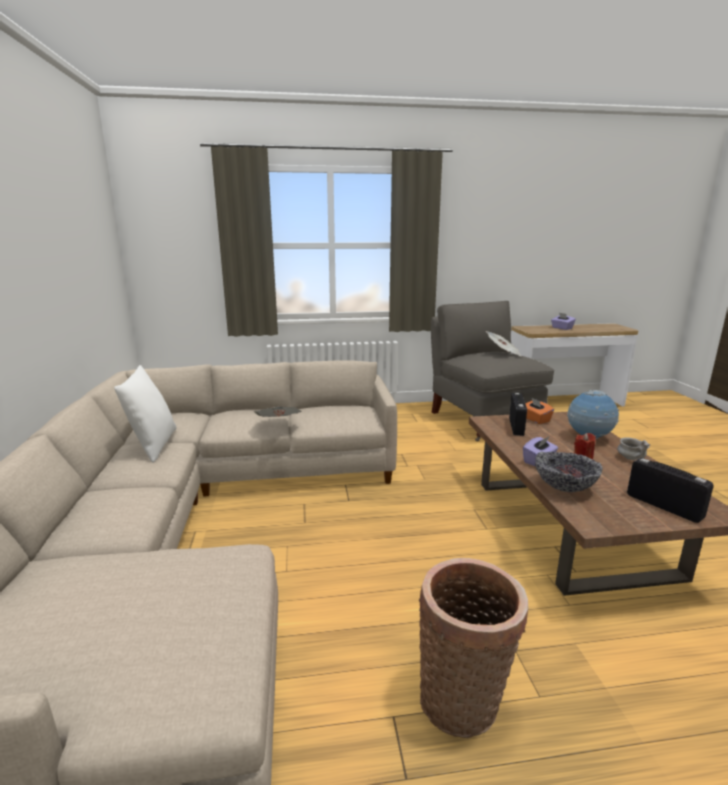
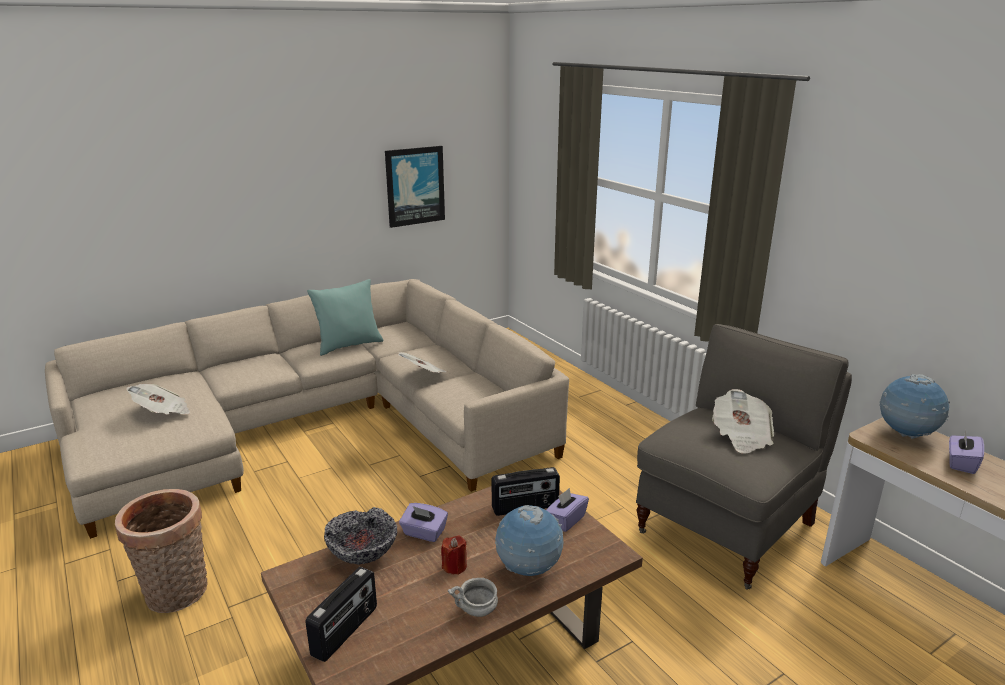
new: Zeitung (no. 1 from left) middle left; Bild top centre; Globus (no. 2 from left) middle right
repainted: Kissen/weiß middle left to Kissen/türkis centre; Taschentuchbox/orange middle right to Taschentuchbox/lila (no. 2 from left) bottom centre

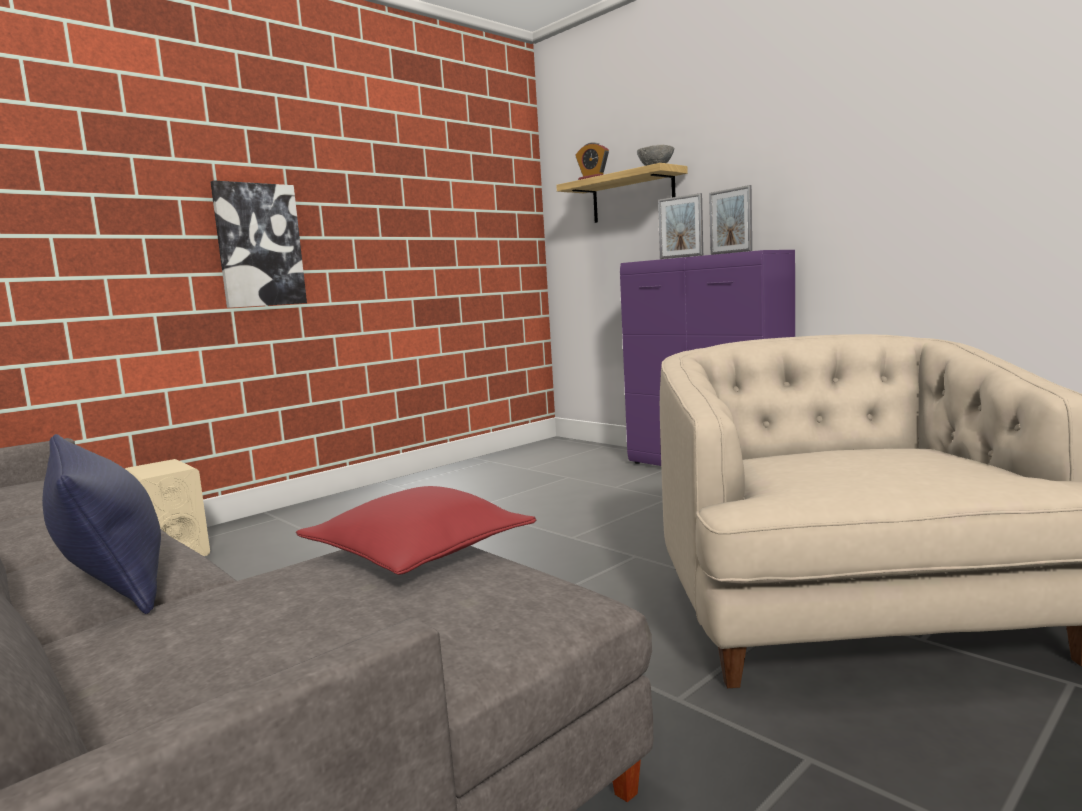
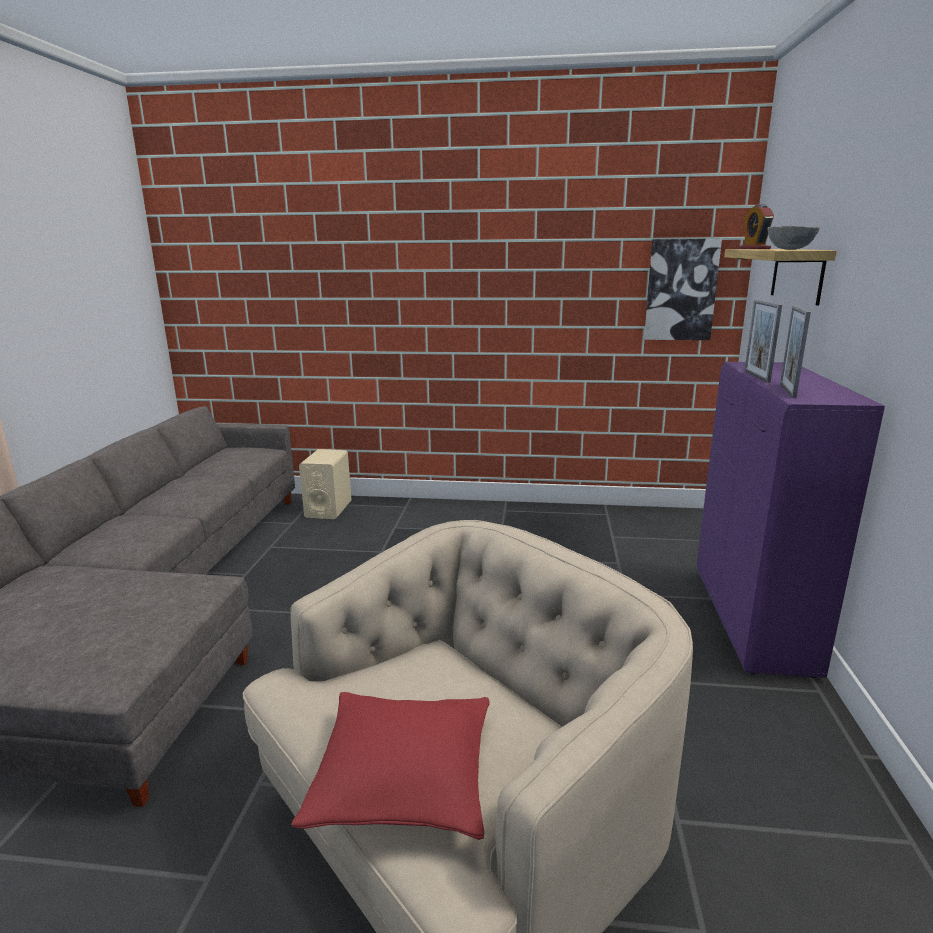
gone: Kissen/blau middle left
shifted: Kissen/rot centre to bottom centre; Bild top left to top right

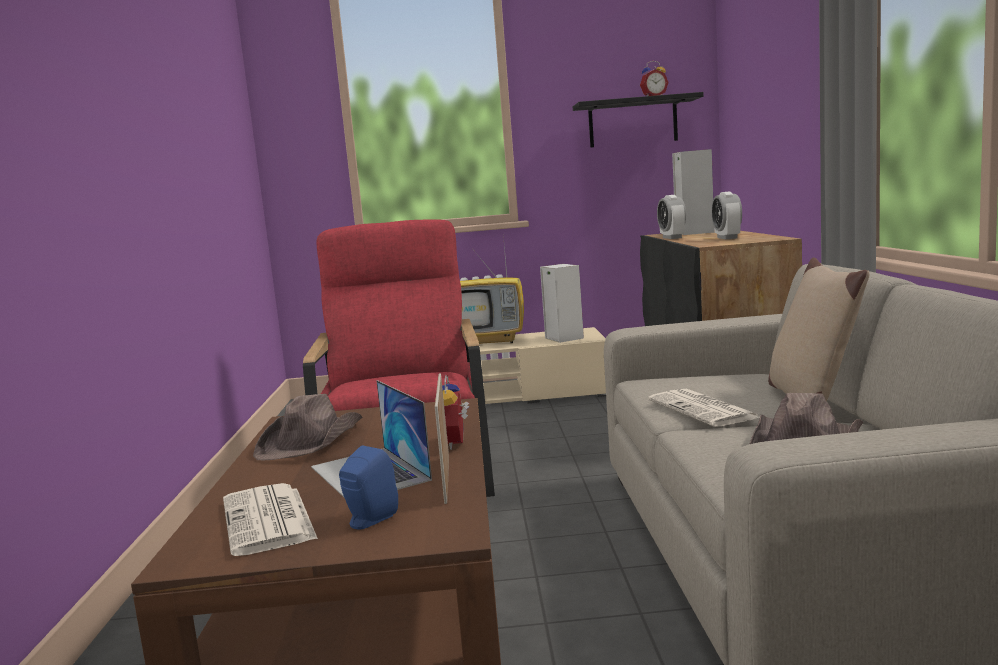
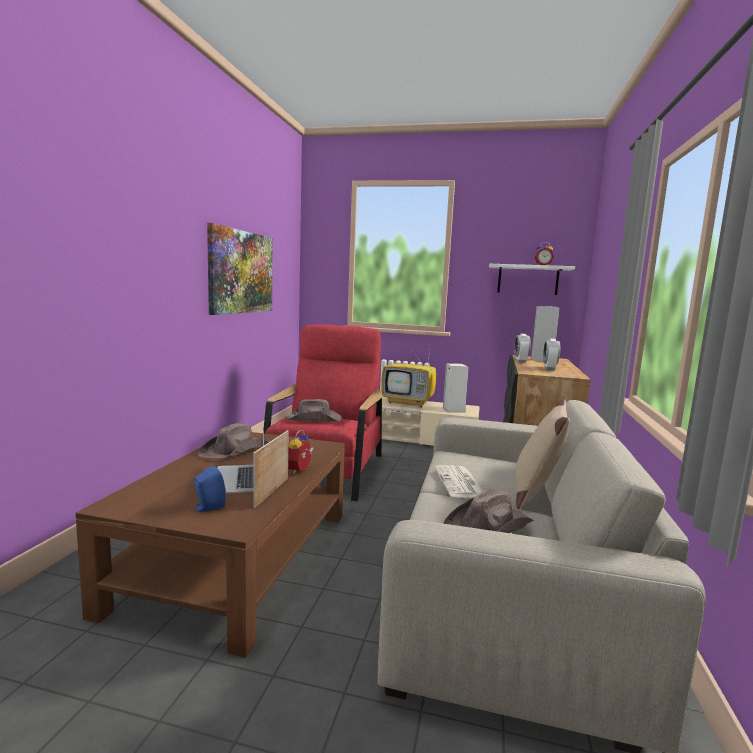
gone: Zeitung (no. 1 from left) bottom left
new: Bild middle left; Hut/braun (no. 2 from left) centre
repainted: Wandregal/schwarz top centre to Wandregal/weiß middle right

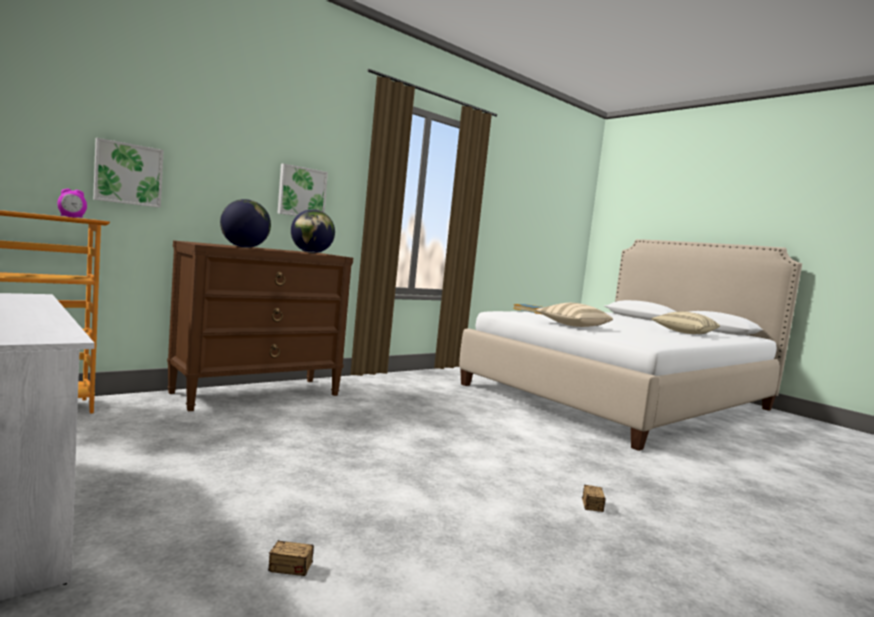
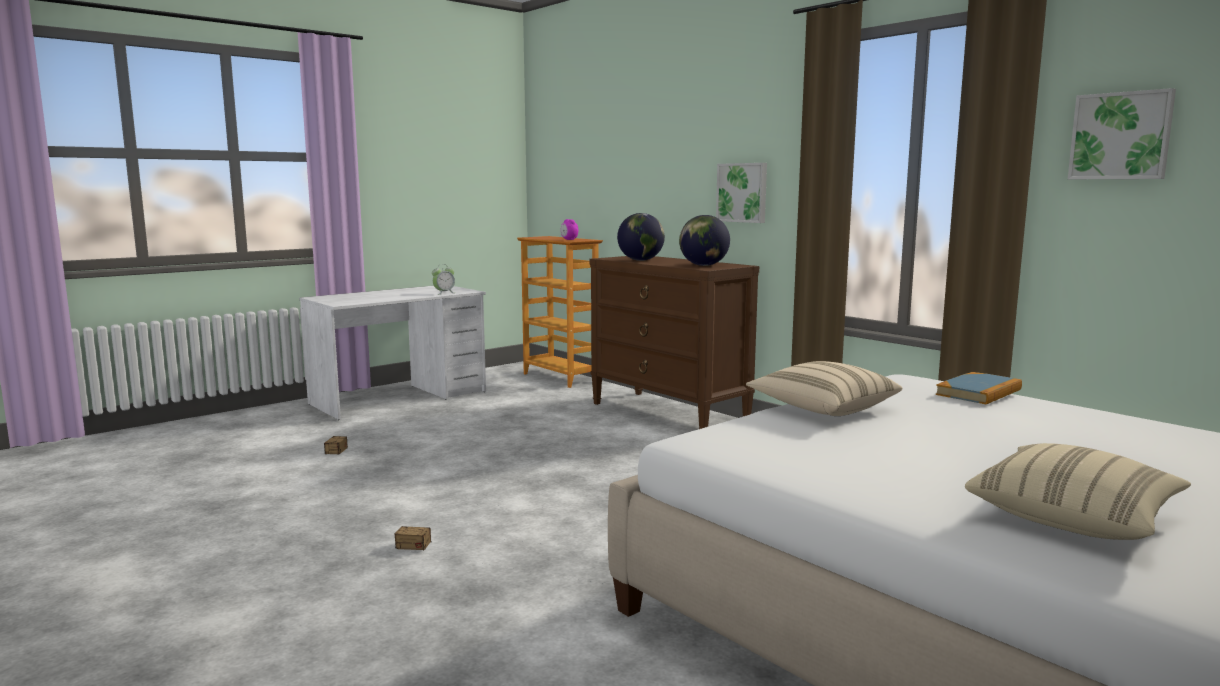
new: Wecker (no. 1 from left) centre
shifted: Bild (no. 1 from left in the first image) top left to Bild (no. 2 from left) top right

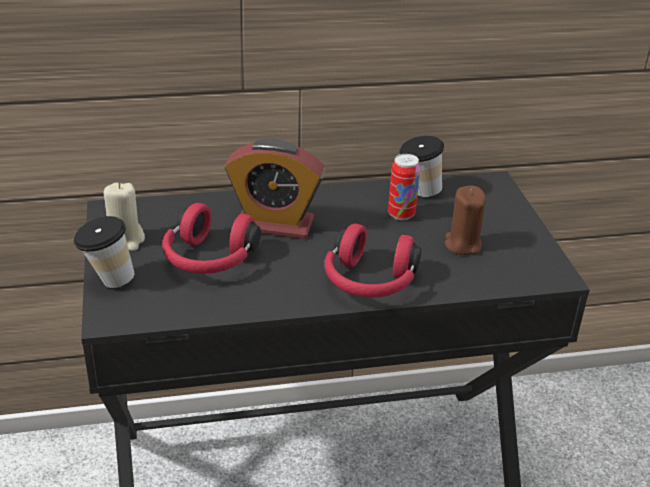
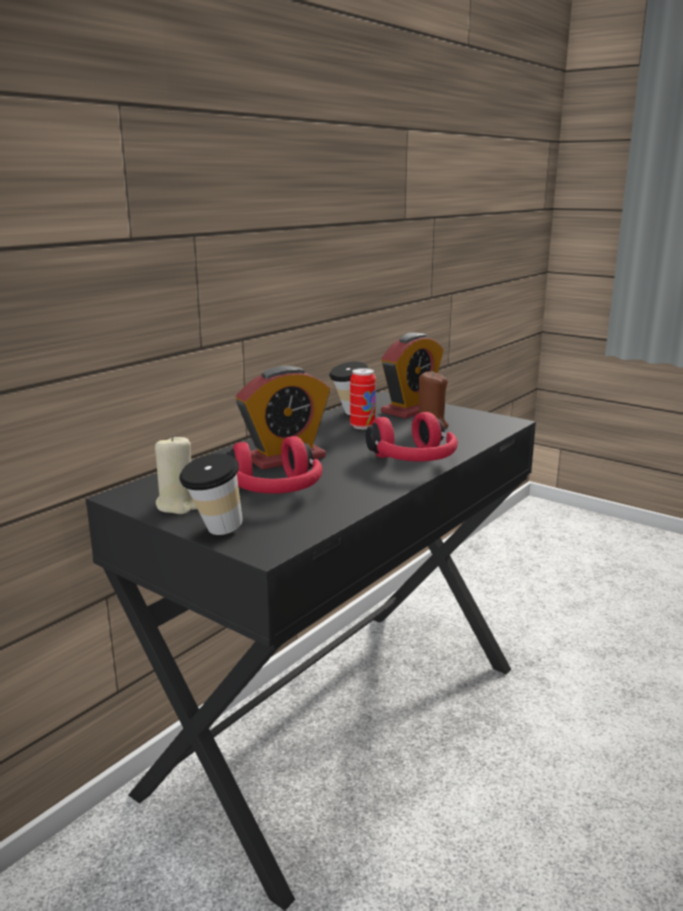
new: Wecker (no. 2 from left) centre

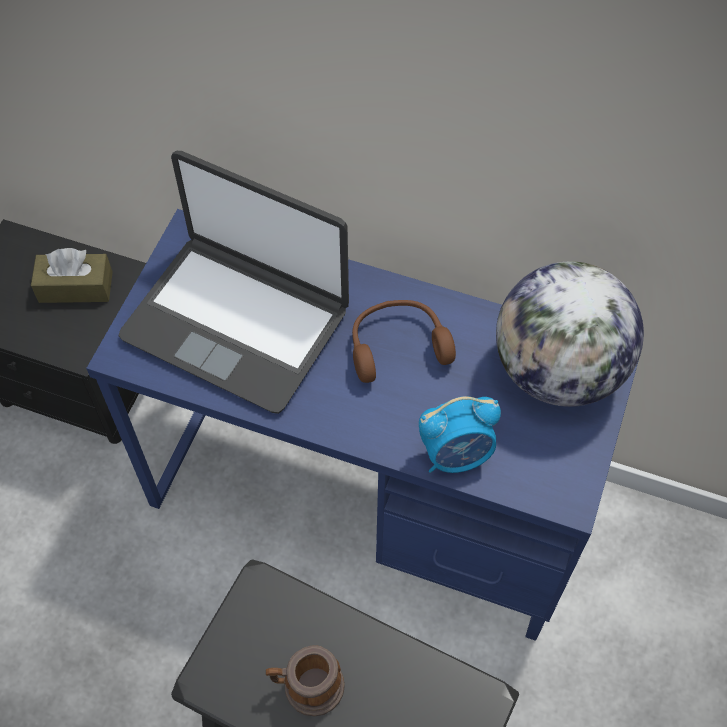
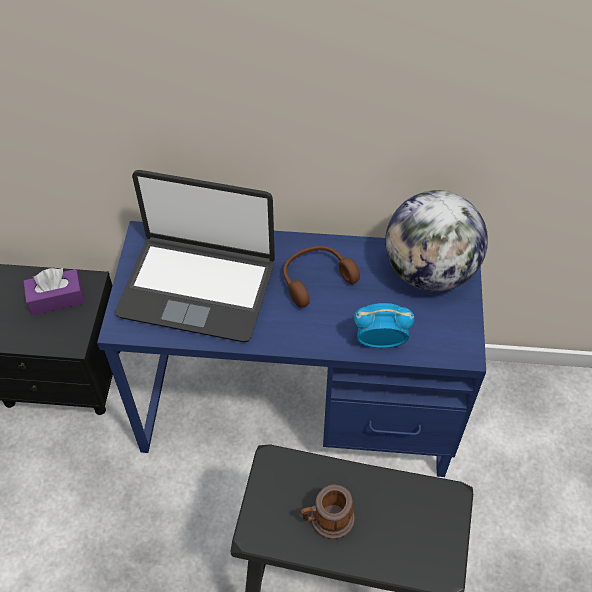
repainted: Taschentuchbox/braun middle left to Taschentuchbox/lila middle left
rotated: Wecker centre = centre 150 degrees counterclockwise

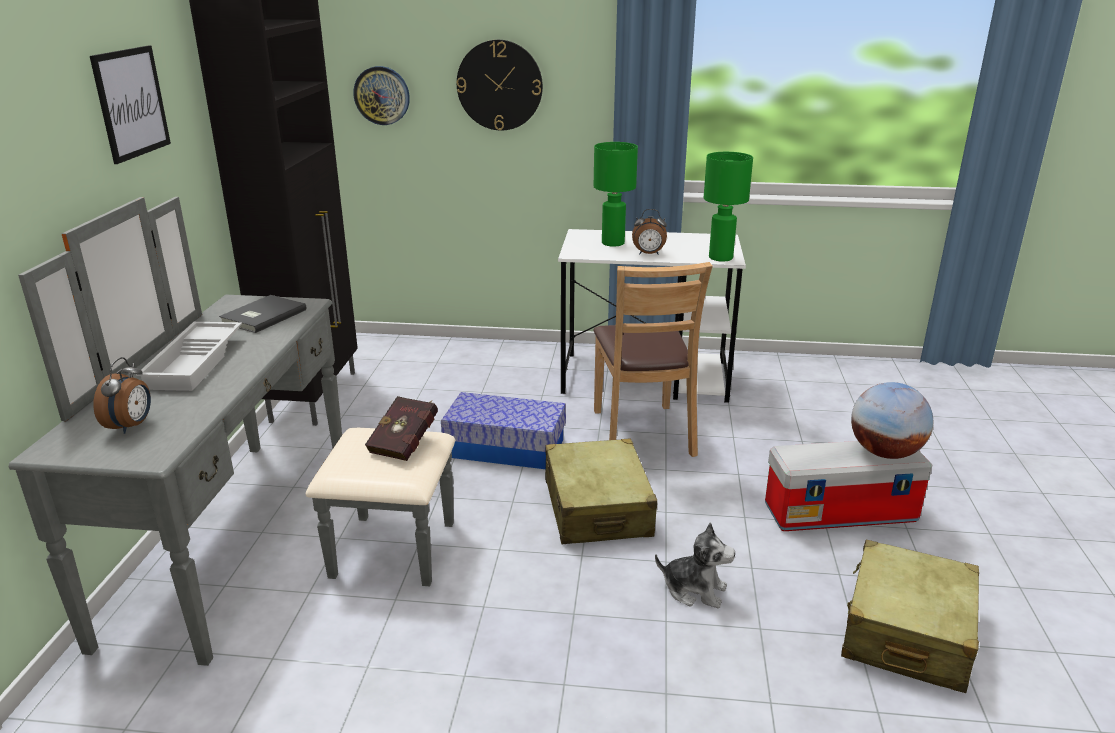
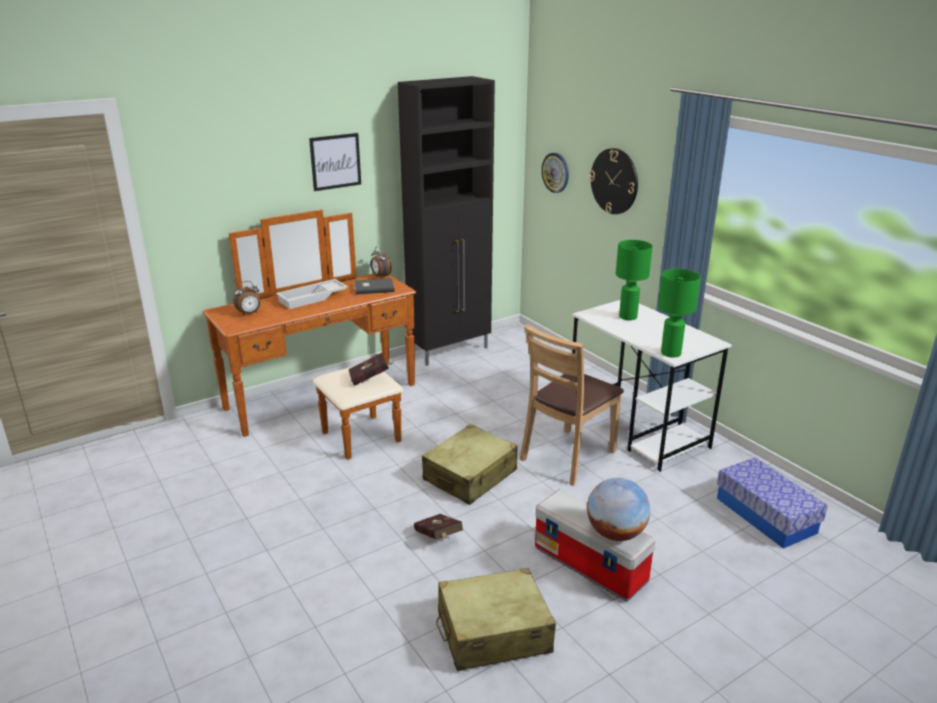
shifted: Wecker (no. 2 from left) top centre to centre; Aufbewahrungsbox (no. 1 from left in the first image) centre to Aufbewahrungsbox (no. 2 from left) bottom right
swapped: Plüschtier bottom centre to Buch/rot (no. 2 from left) bottom centre
repainted: Kommode/grau middle left to Kommode/braun middle left

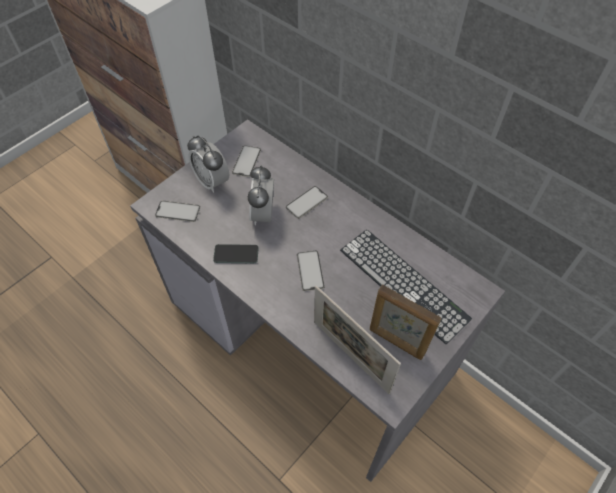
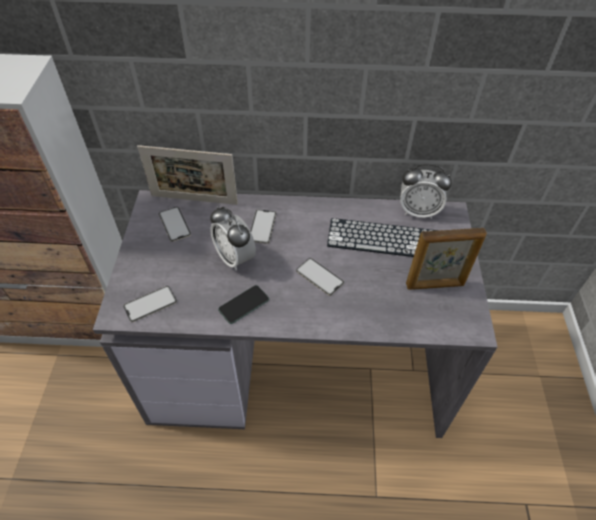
shifted: Bilderrahmen (no. 1 from left) bottom centre to middle left; Wecker (no. 1 from left in the first image) top centre to Wecker (no. 2 from left) middle right

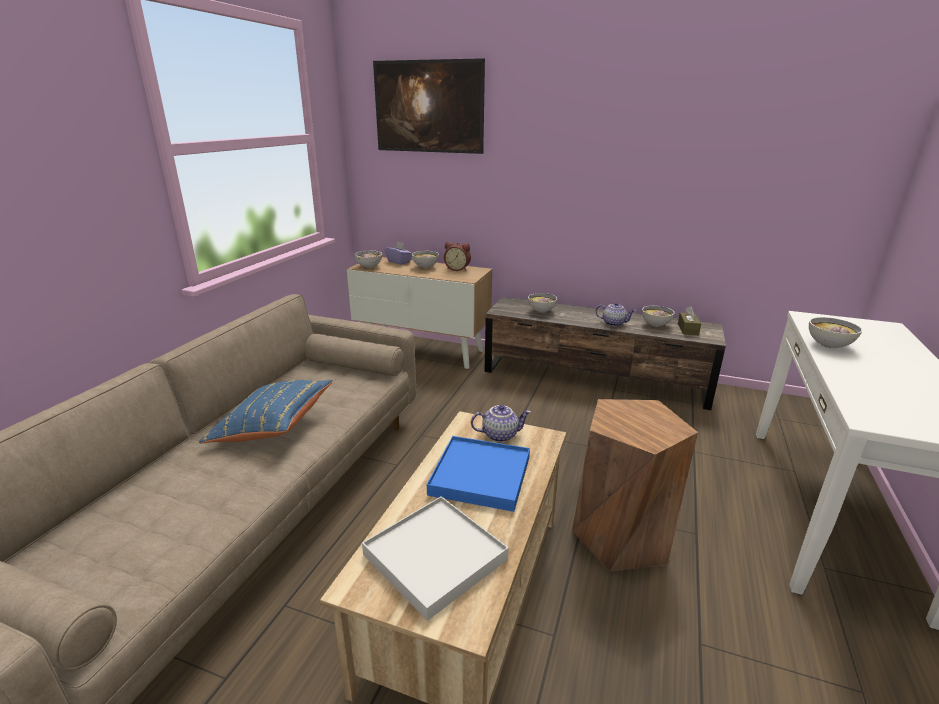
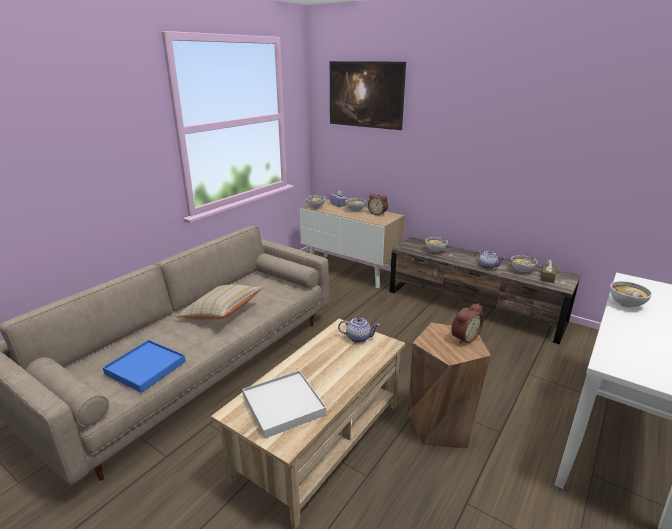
new: Wecker (no. 2 from left) middle right
shifted: Tablett/blau bottom centre to bottom left
repainted: Kissen/blau middle left to Kissen/beige middle left

